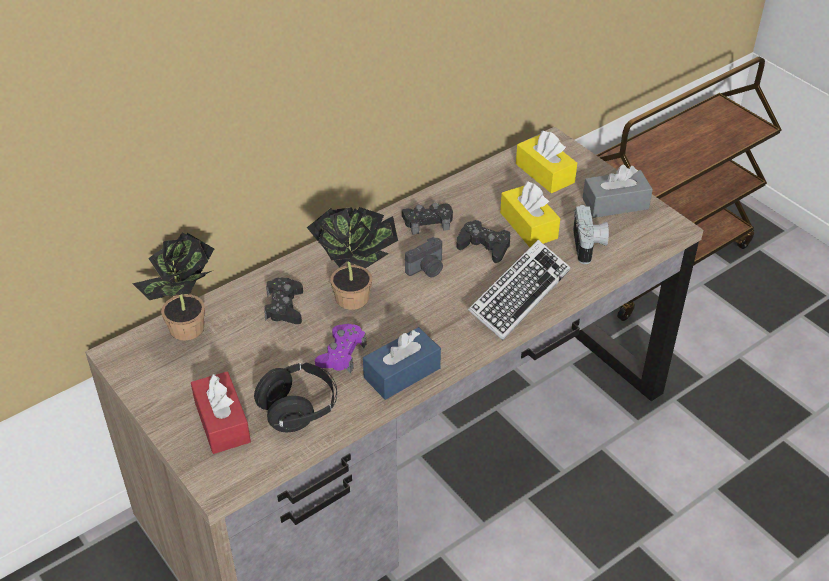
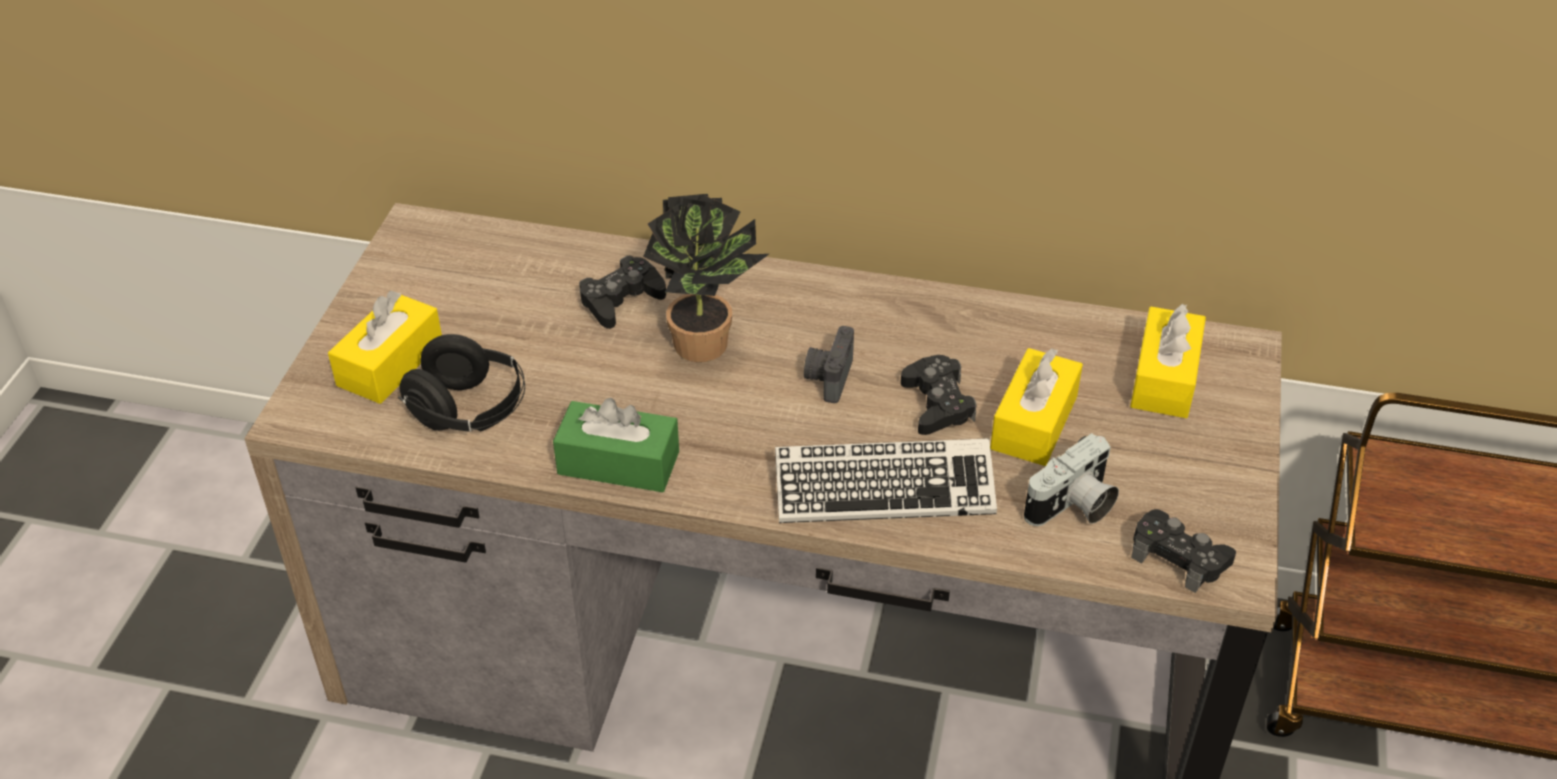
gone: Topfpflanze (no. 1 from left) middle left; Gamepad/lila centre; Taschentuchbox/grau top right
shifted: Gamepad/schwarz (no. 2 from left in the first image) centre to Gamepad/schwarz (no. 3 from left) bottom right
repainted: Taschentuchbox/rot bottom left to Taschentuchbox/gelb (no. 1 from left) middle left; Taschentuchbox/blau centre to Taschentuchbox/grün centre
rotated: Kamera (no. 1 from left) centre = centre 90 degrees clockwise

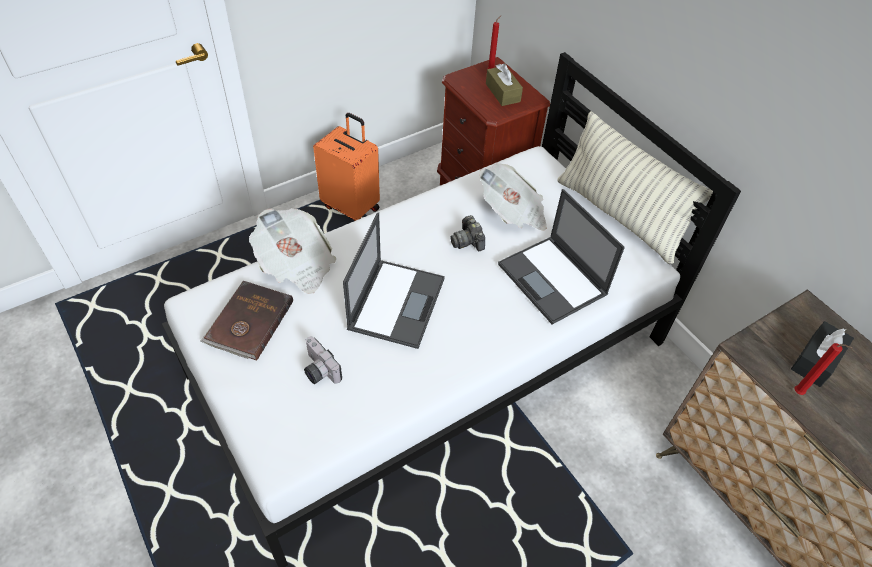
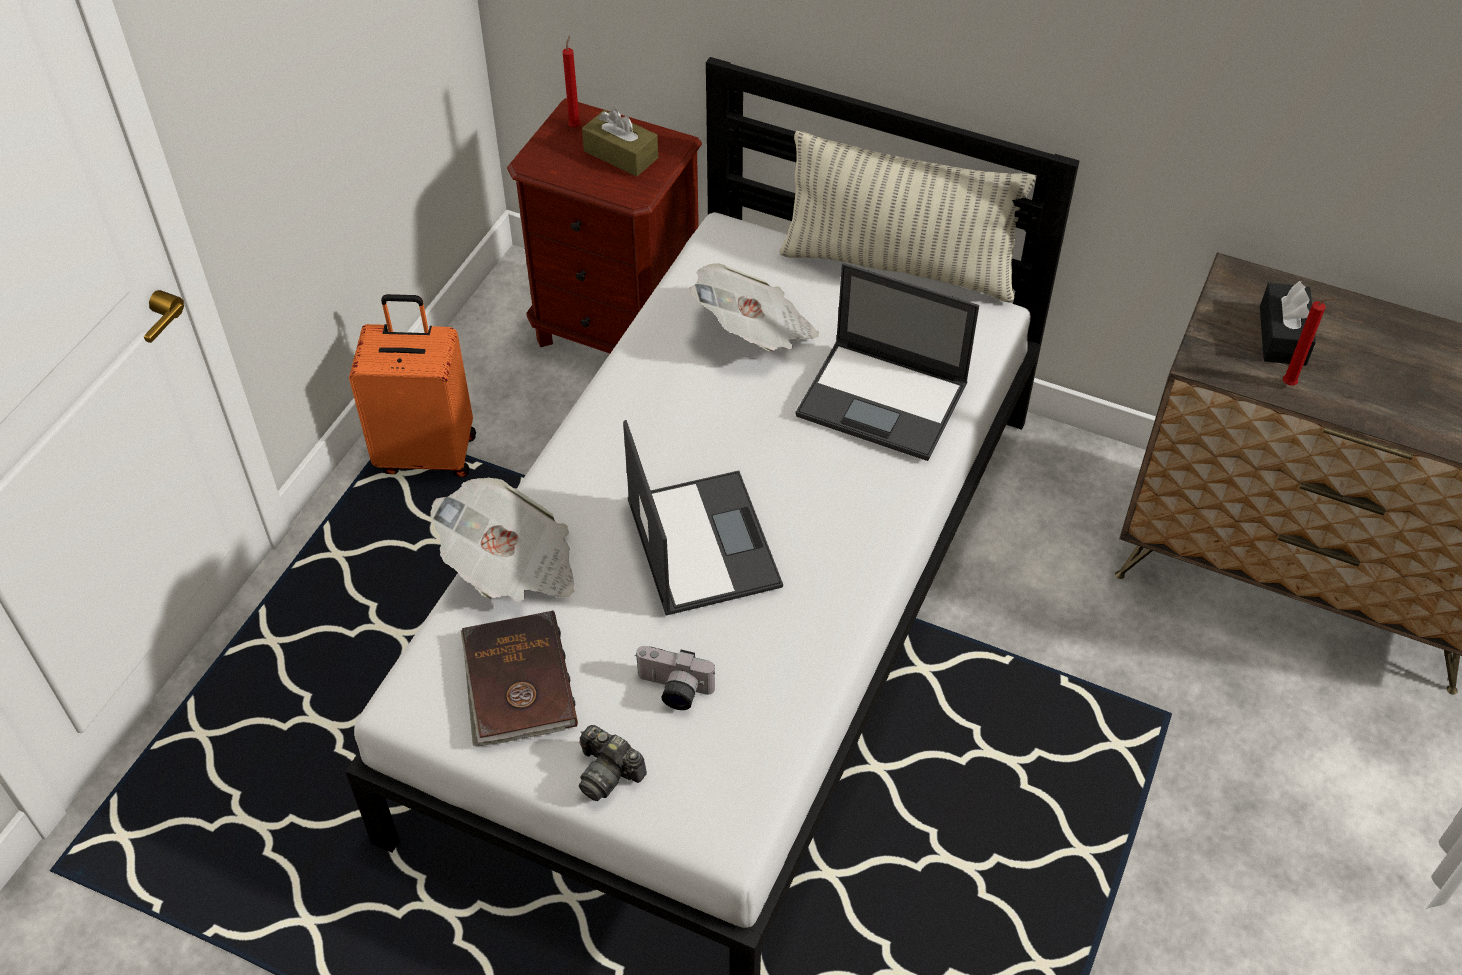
shifted: Kamera (no. 2 from left in the first image) centre to Kamera (no. 1 from left) bottom centre

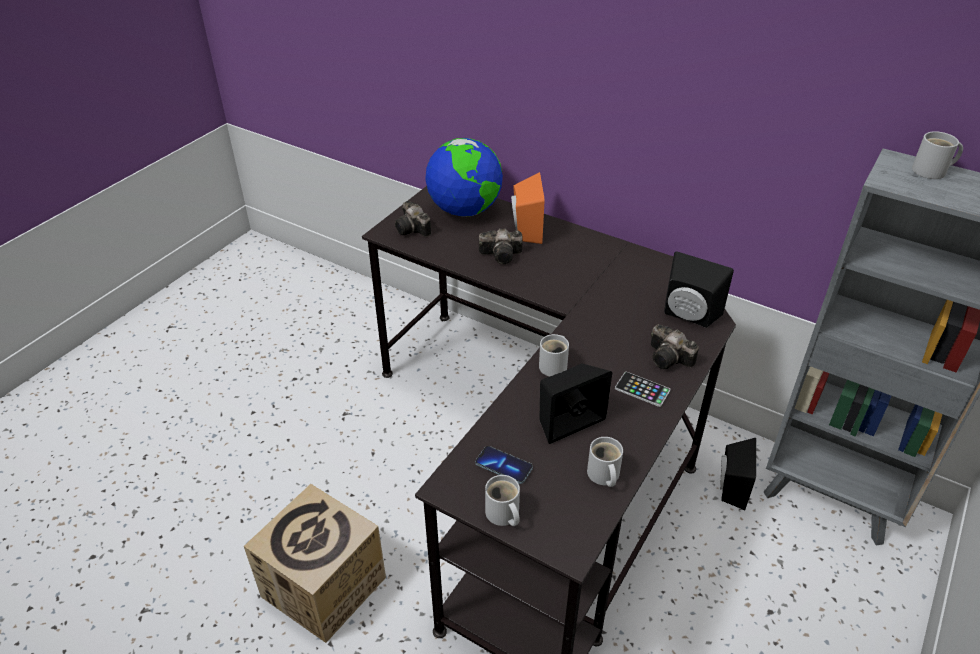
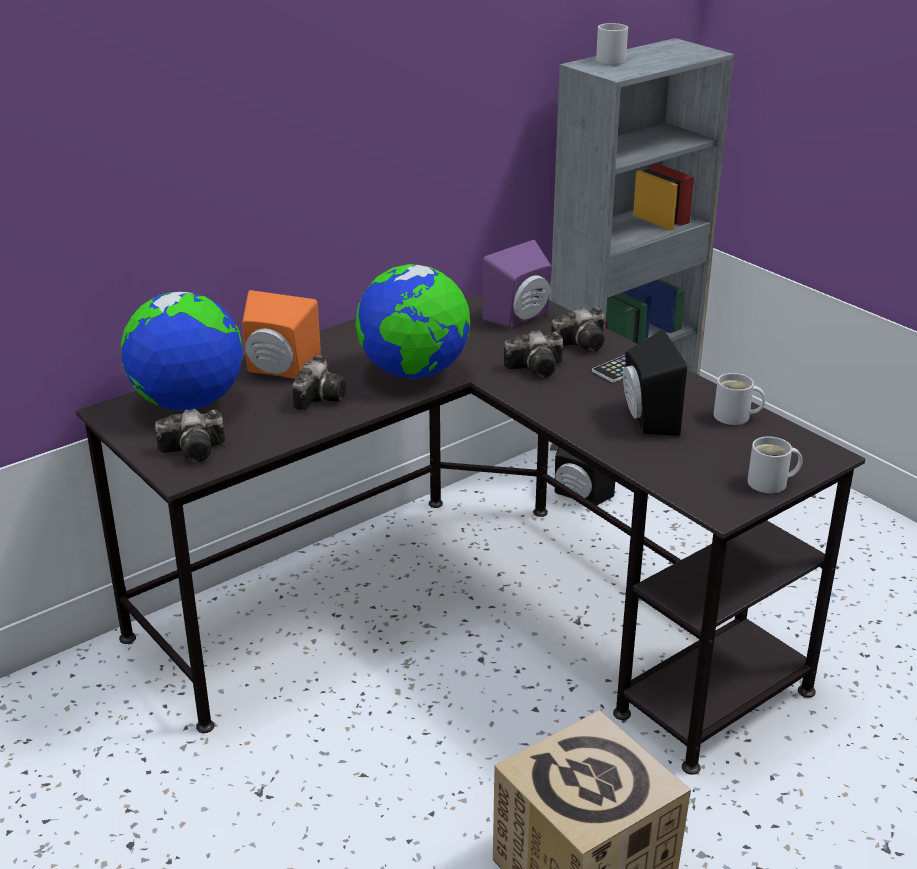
gone: Handy (no. 1 from left) bottom centre; Henkelbecher/weiß (no. 2 from left) centre
new: Globus (no. 2 from left) centre; Kamera (no. 3 from left) centre
repainted: Lautsprecher/schwarz (no. 2 from left) middle right to Lautsprecher/lila top centre

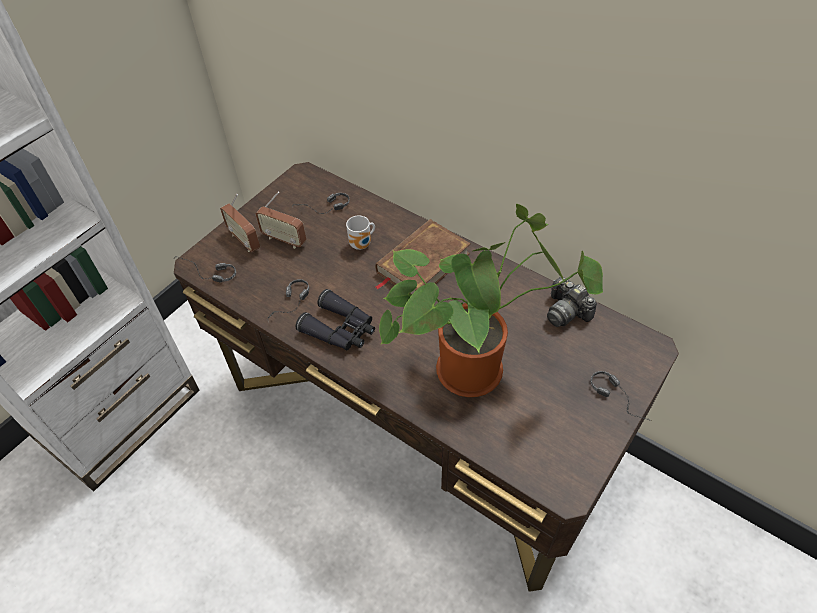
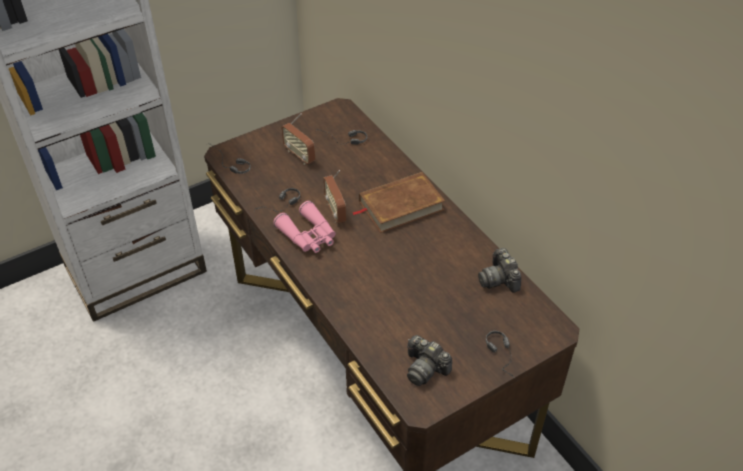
gone: Henkelbecher centre; Topfpflanze centre
new: Kamera (no. 1 from left) bottom centre
shifted: Radio (no. 1 from left in the first image) middle left to Radio (no. 2 from left) centre
repainted: Fernglas/schwarz centre to Fernglas/rosa centre

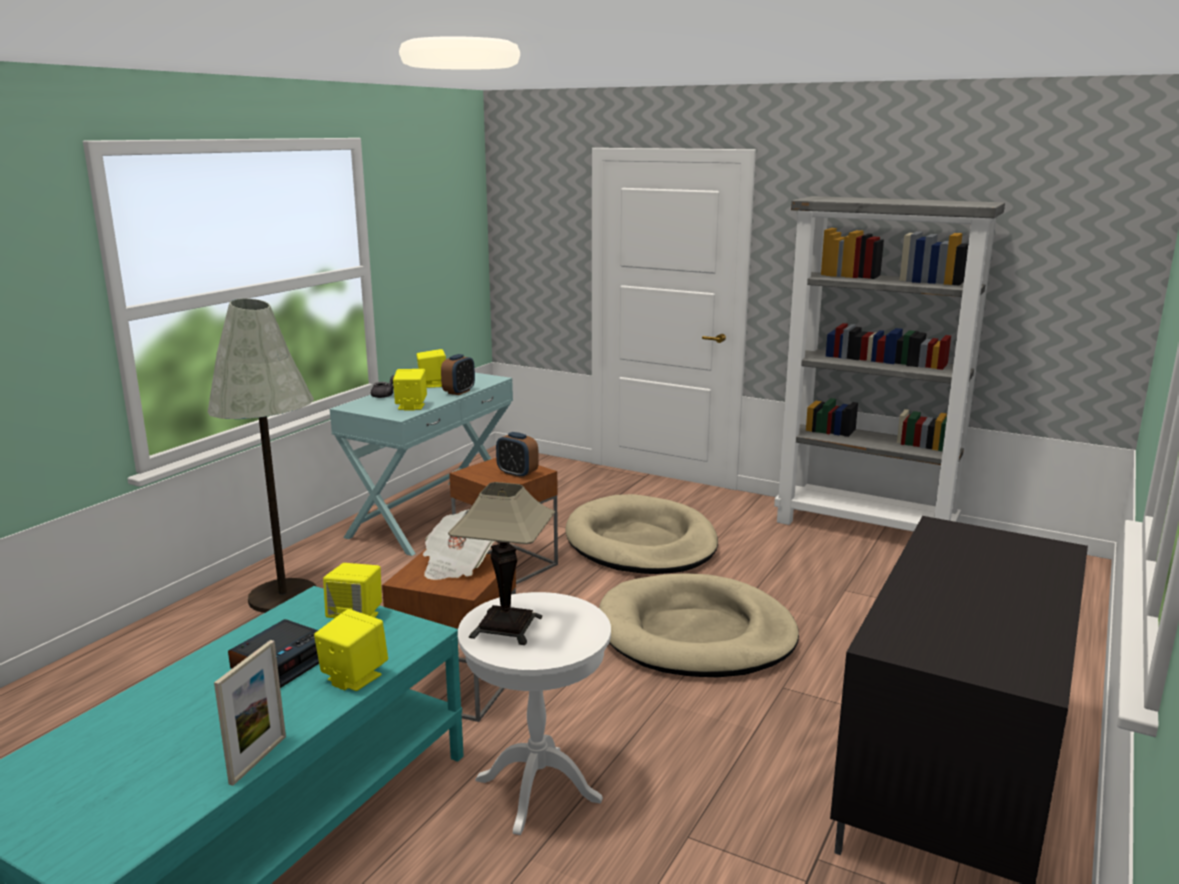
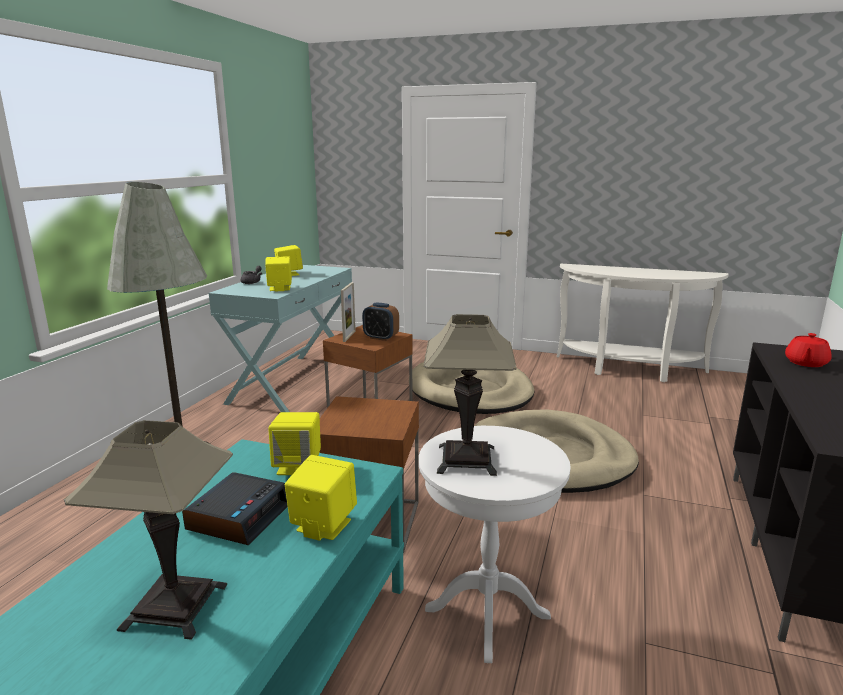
gone: Zeitung centre; Wecker (no. 2 from left) centre
new: Tischlampe (no. 1 from left) bottom left; Teekanne/rot middle right
shifted: Bilderrahmen bottom left to centre
swapped: Bücherregal/grau middle right to Konsolentisch/weiß middle right

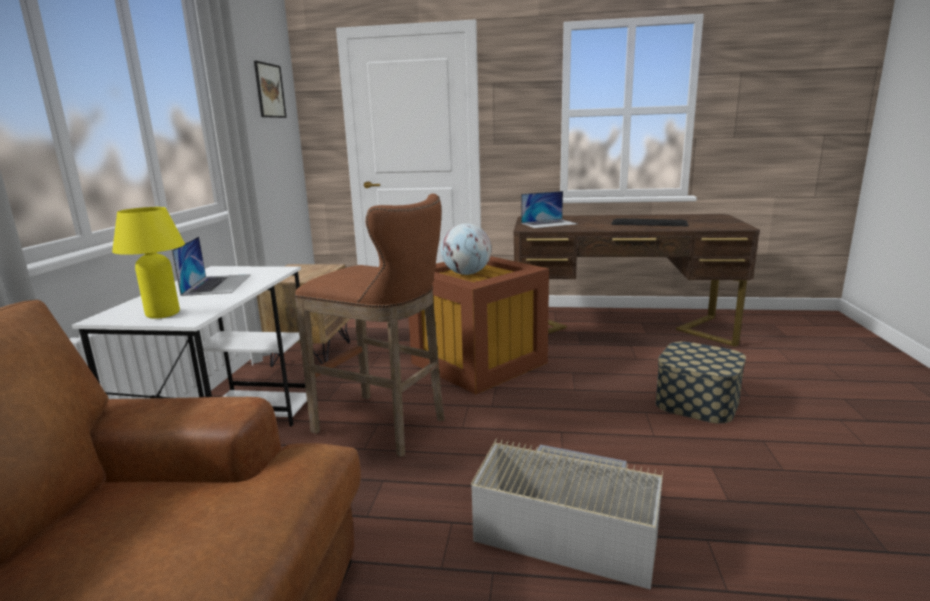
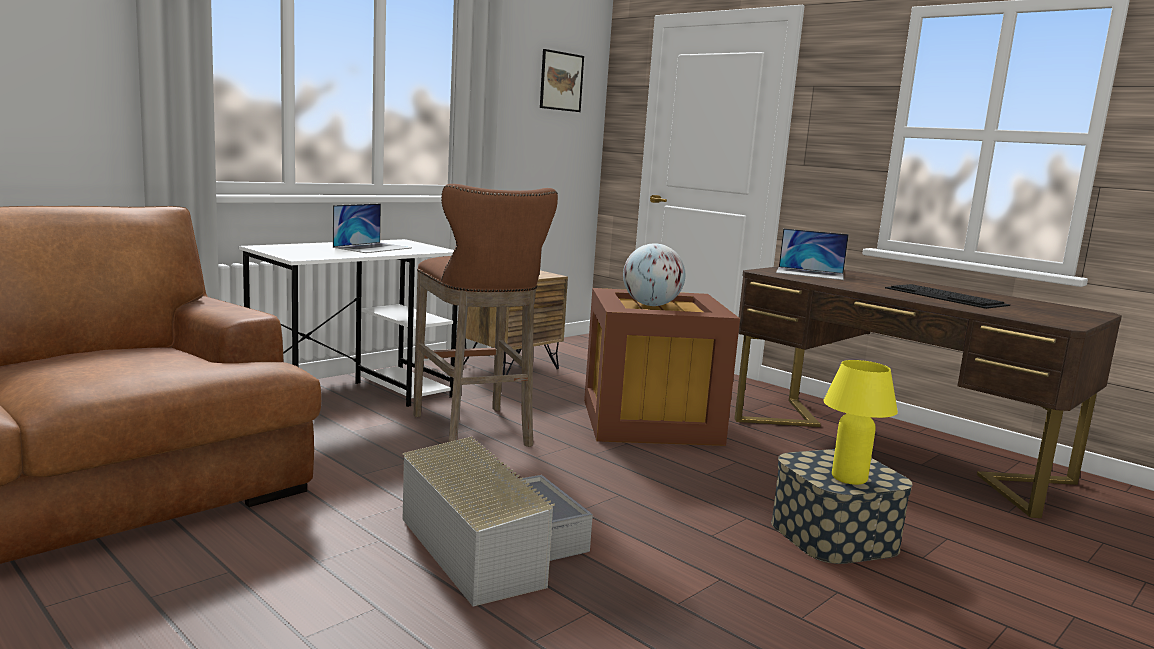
shifted: Tischlampe/gelb middle left to middle right

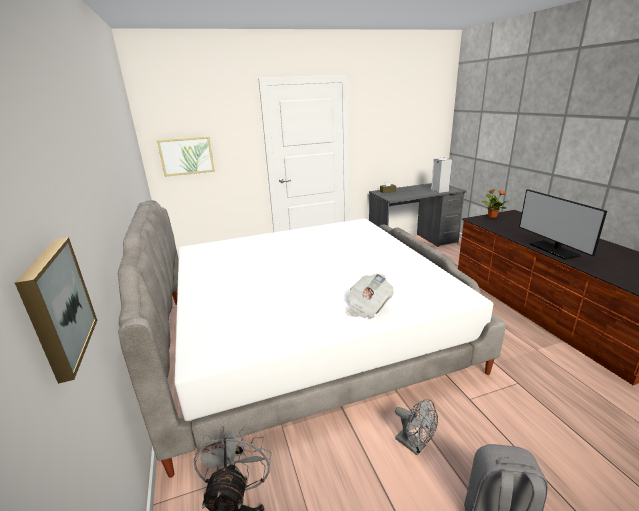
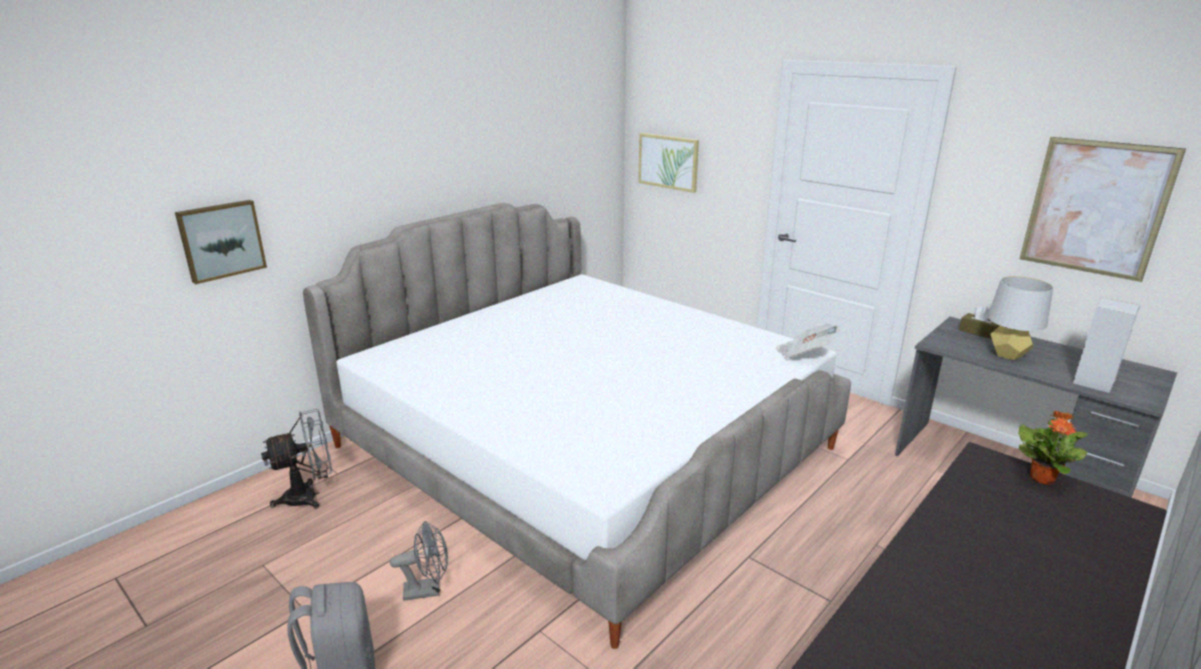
gone: Monitor middle right
new: Tischlampe/grau middle right; Bild (no. 3 from left) top right
shifted: Zeitung centre to middle right
rotated: Ventilator/grau (no. 2 from left) bottom centre = bottom centre 120 degrees counterclockwise

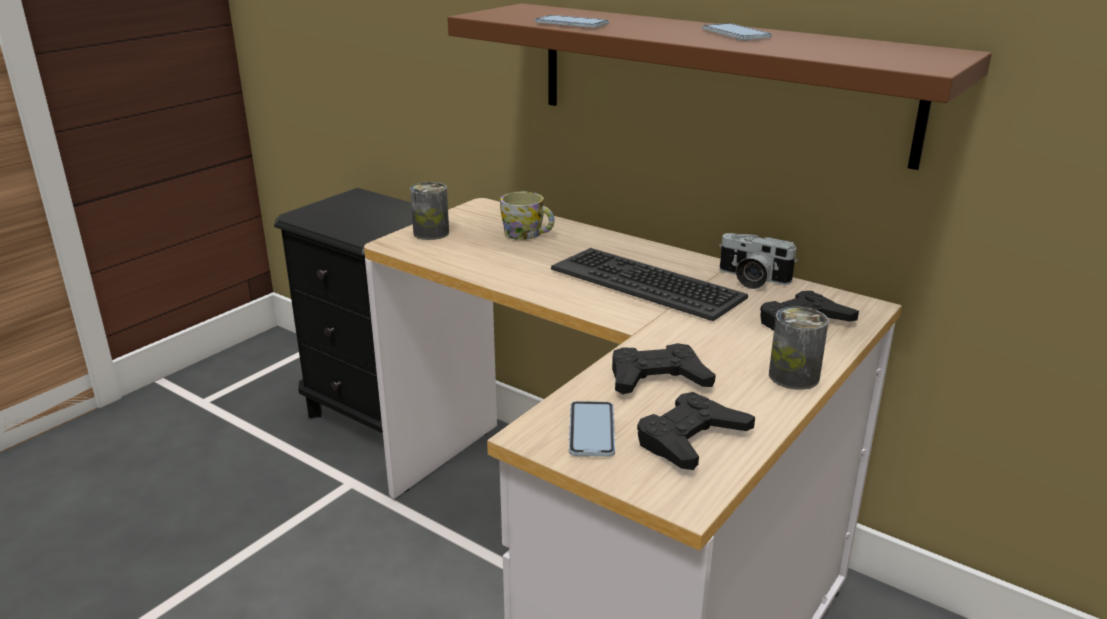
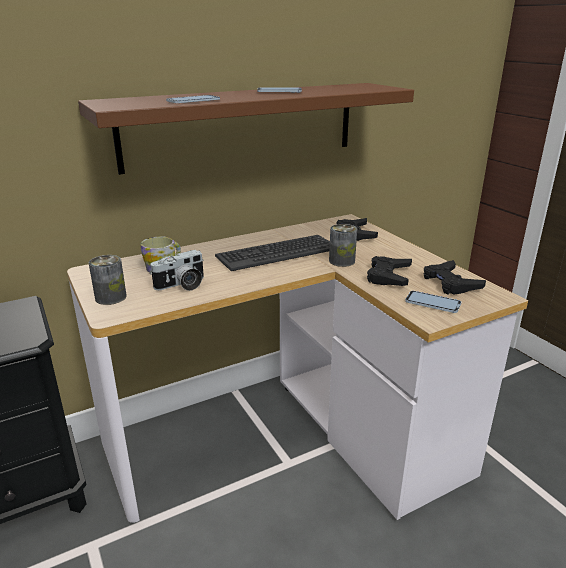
shifted: Kamera middle right to middle left; Dose (no. 2 from left) middle right to centre

